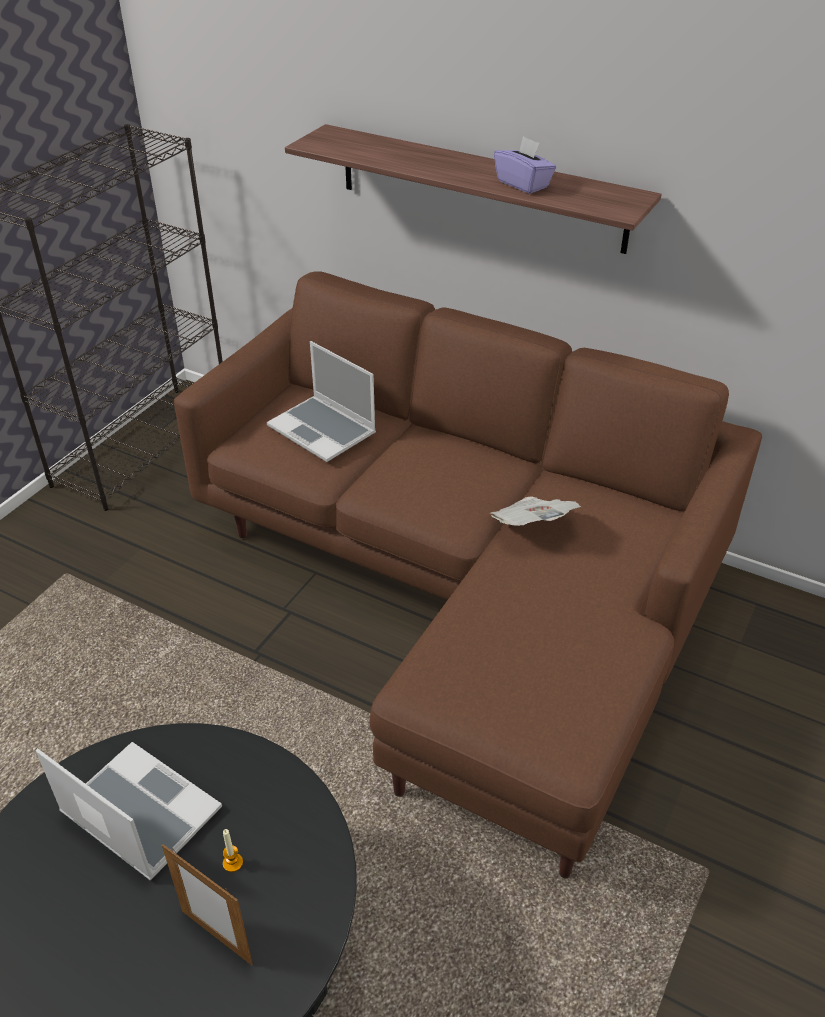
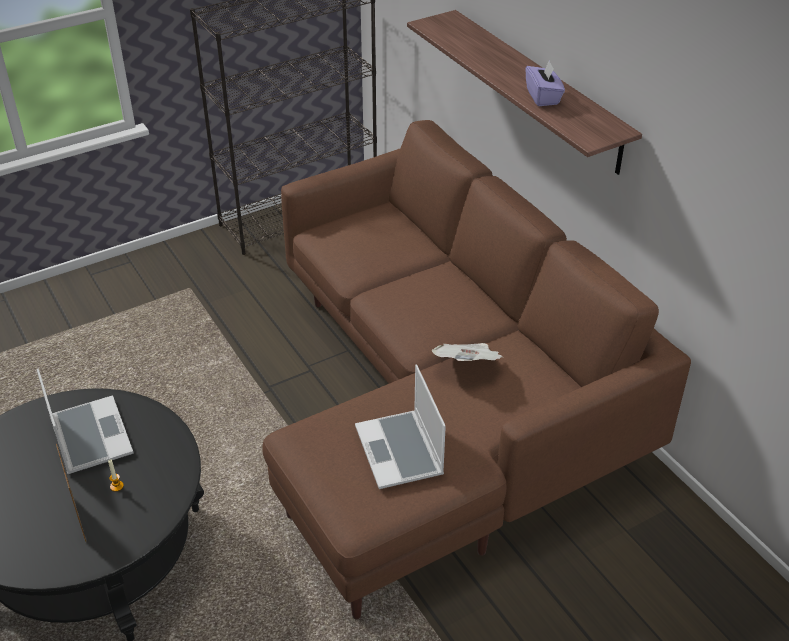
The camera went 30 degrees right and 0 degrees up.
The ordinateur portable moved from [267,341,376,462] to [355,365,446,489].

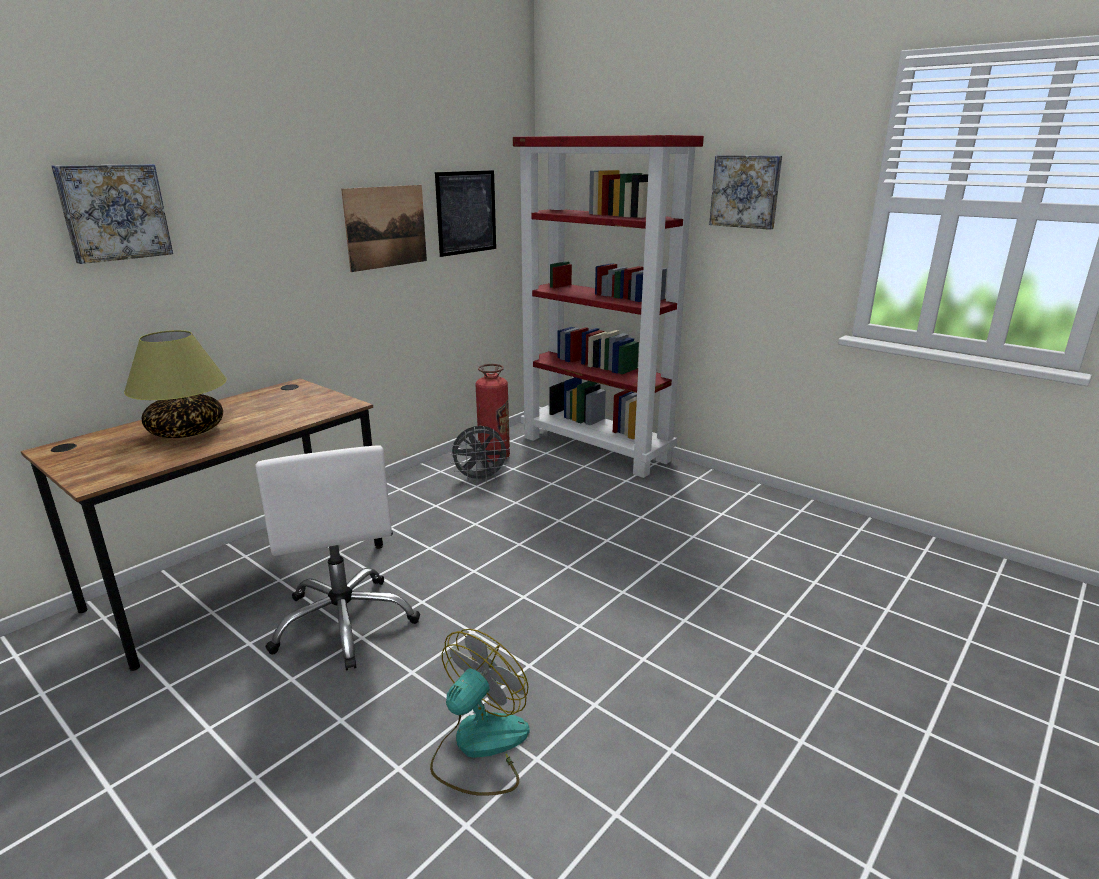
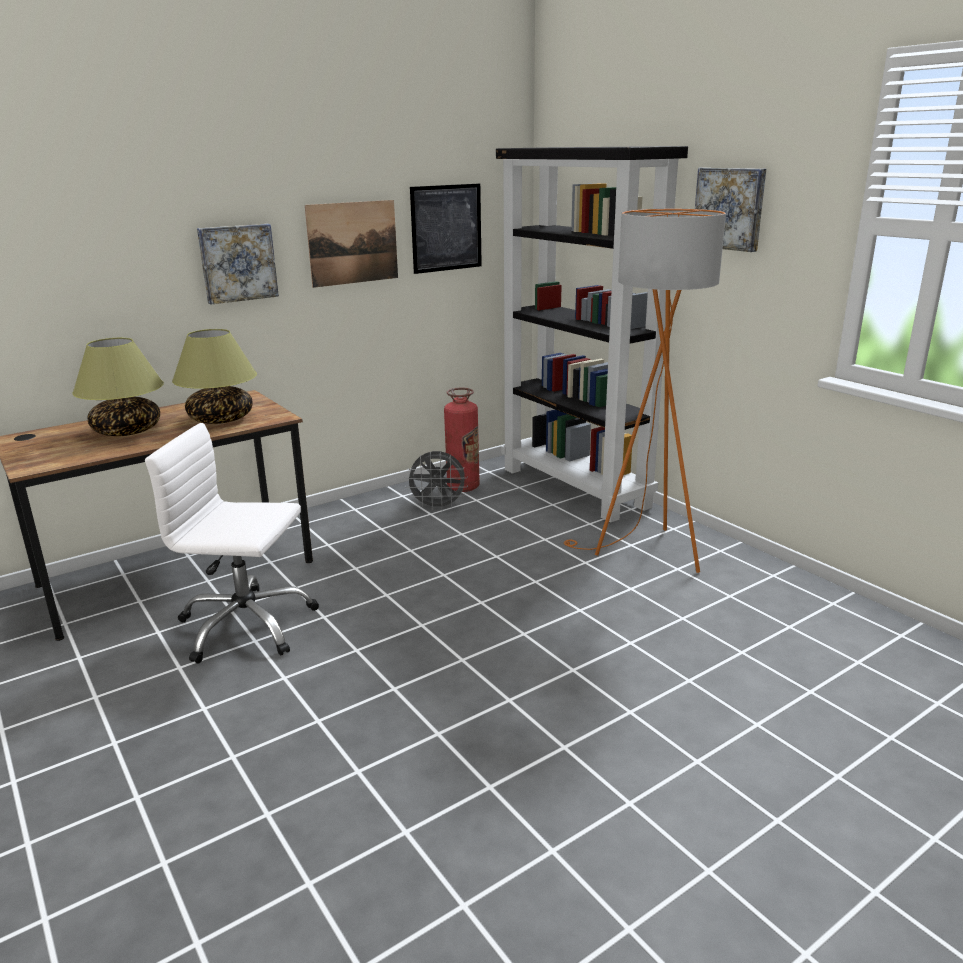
The camera went 15 degrees right and 0 degrees up.
The ventilateur at [430,629,530,796] disappeared.
The lampe de table at [172,329,257,424] appeared.
The lampadaire/orange at [564,209,726,573] appeared.
The tableau moved from [51,164,173,264] to [197,224,279,305].
The bibliothèque/rouge at [513,135,704,478] became the bibliothèque/noir at [496,146,688,523].
The chaise de bureau/blanc at [255,446,420,671] turned 105 degrees clockwise.

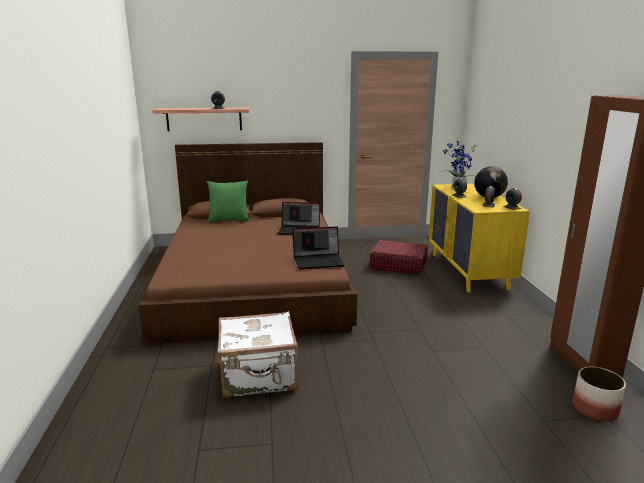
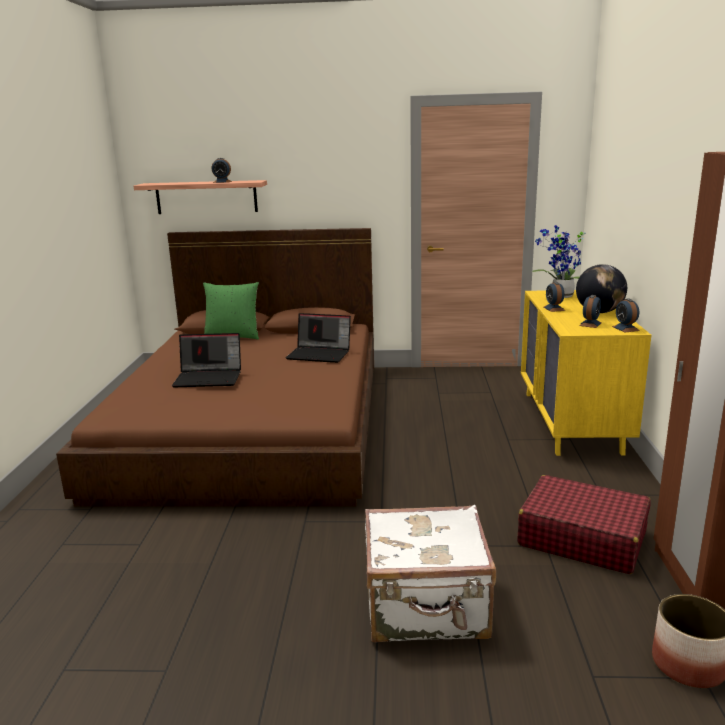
The camera went 10 degrees right and 0 degrees up.
The valise/blanc moved from [218,311,298,398] to [365,505,496,643].
The ordinateur portable moved from [293,226,345,269] to [172,333,241,387].
The valise/rouge moved from [369,240,428,275] to [517,475,651,574].

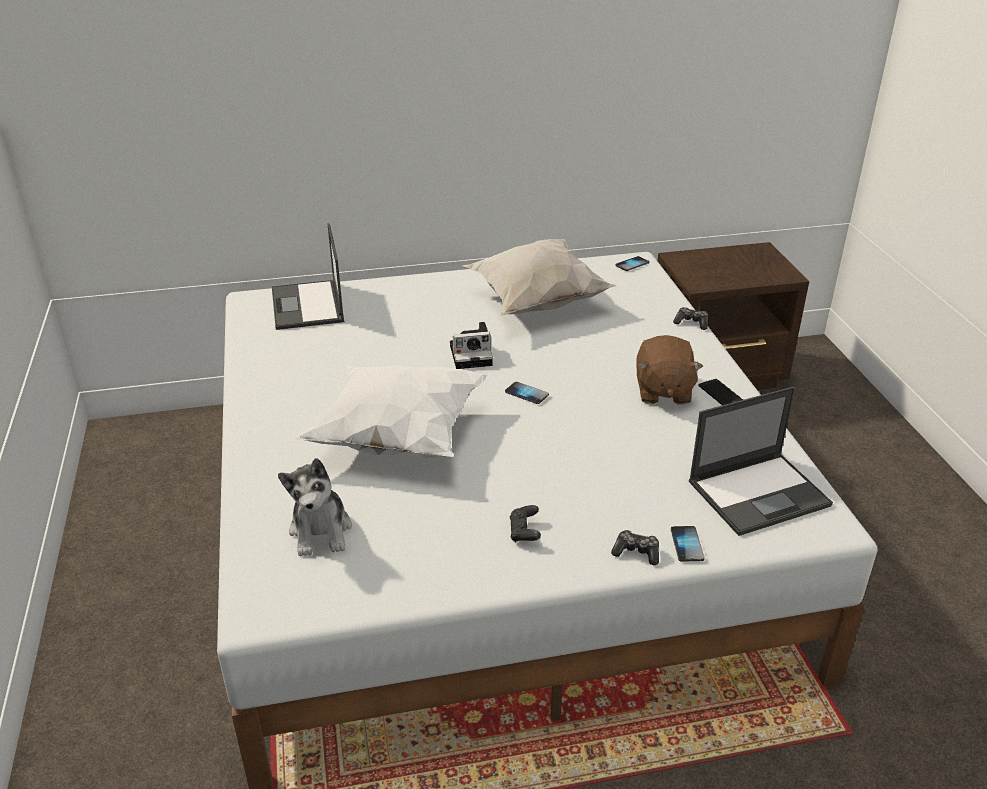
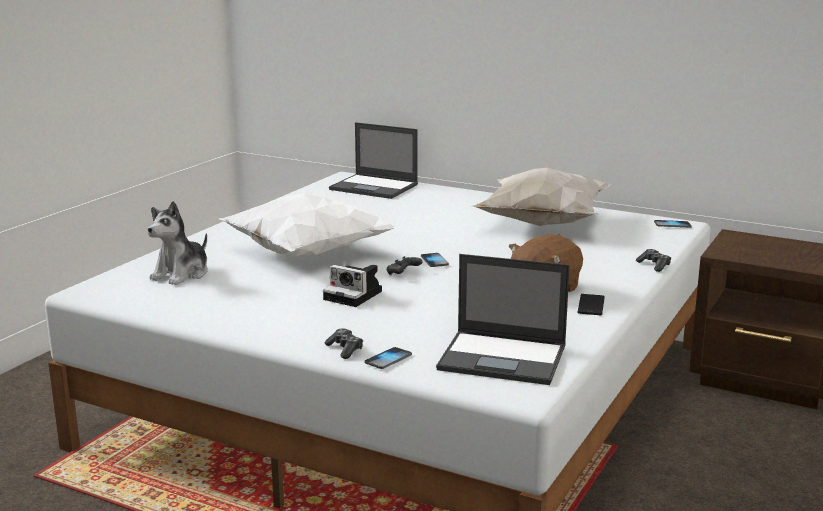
The camera went 40 degrees right and 15 degrees down.
The appareil photo moved from [450,322,493,369] to [323,265,382,307].
The manette/noir moved from [510,505,541,543] to [386,256,423,275].
The ordinateur portable at [272,223,344,330] turned 90 degrees counterclockwise.

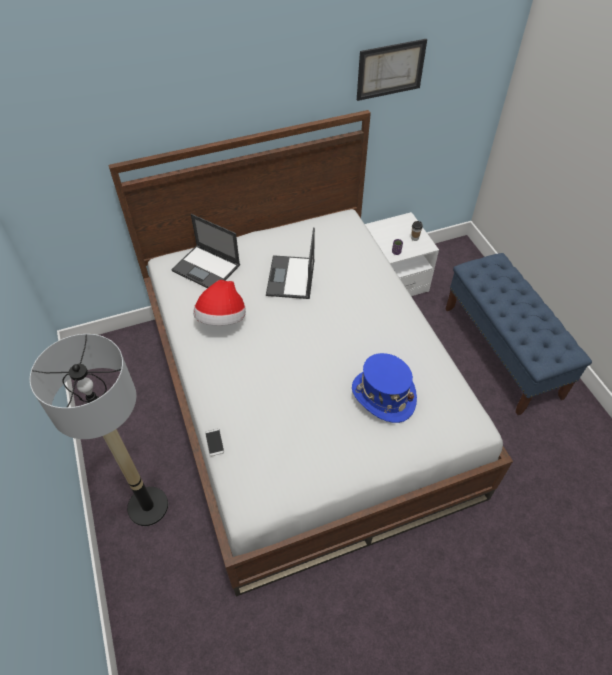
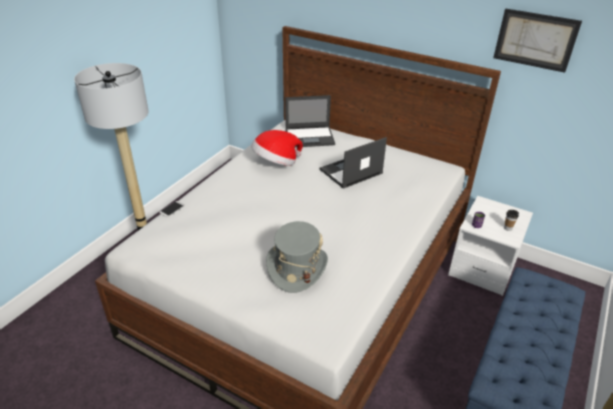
The camera went 50 degrees right and 15 degrees down.
The chapeau/bleu at [352,353,417,423] became the chapeau/gris at [266,221,328,293].
The ordinateur portable at [171,214,240,288] turned 90 degrees counterclockwise.

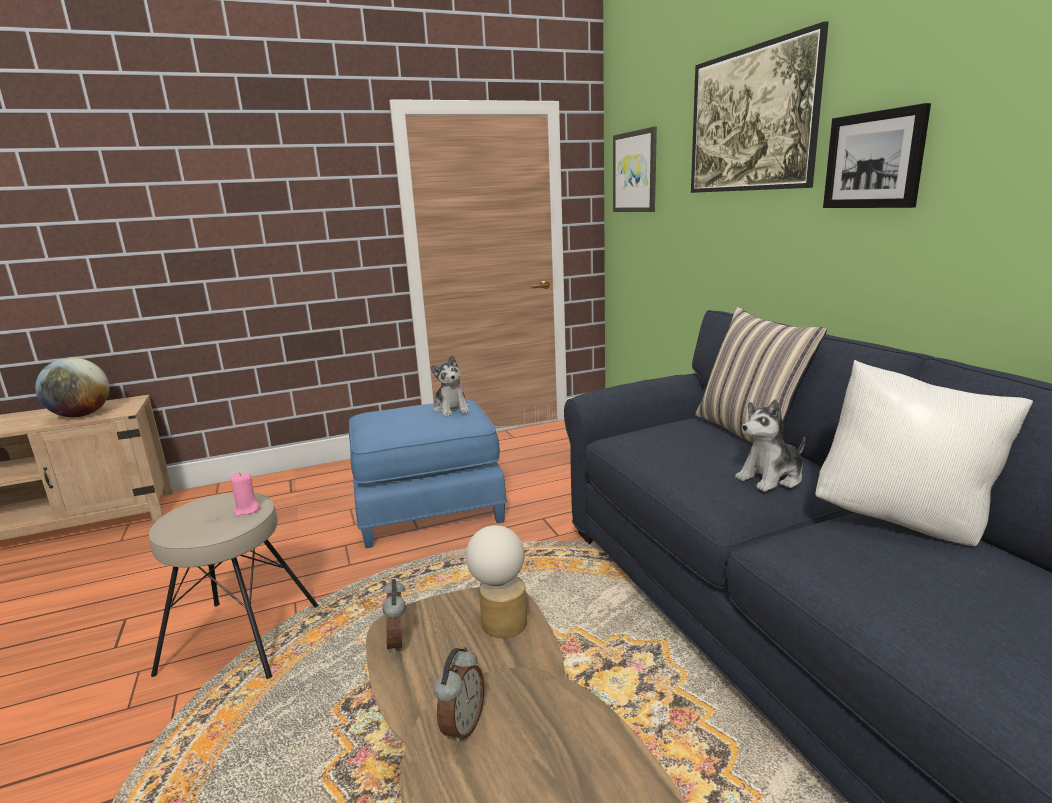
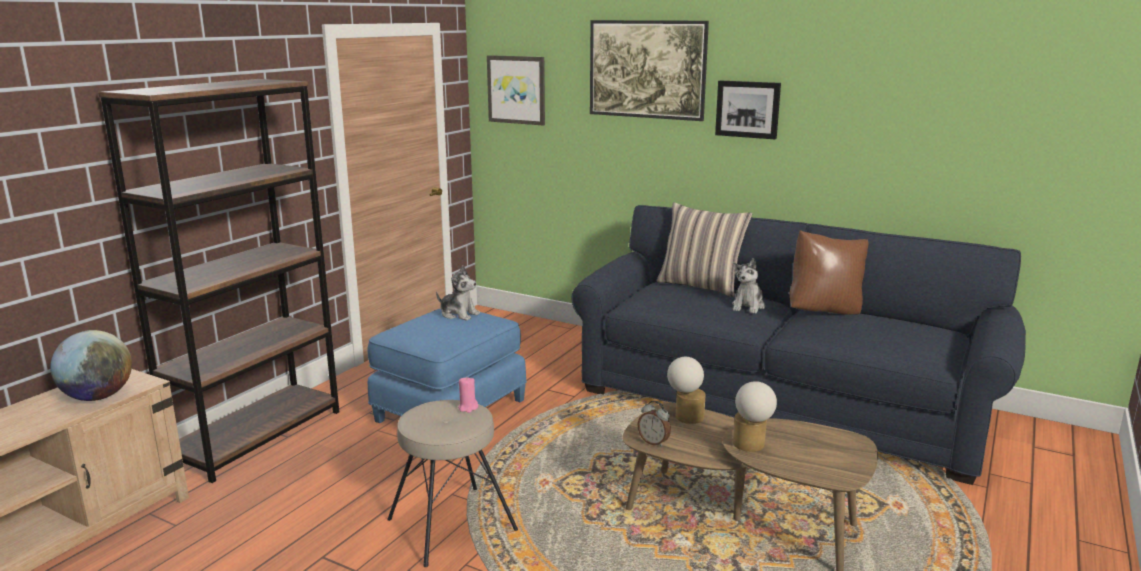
The camera went 40 degrees left and 0 degrees up.
The bibliothèque/marron at [98,79,339,483] appeared.
The réveil at [434,647,484,744] was replaced by the lampe de table at [733,381,777,452].
The coussin/blanc at [815,360,1033,546] became the coussin/marron at [790,230,868,315].

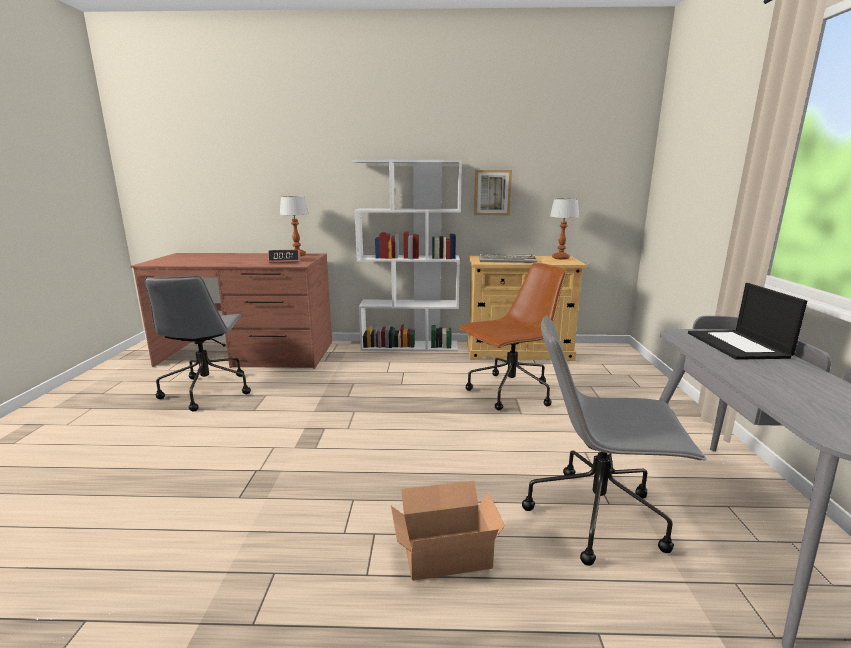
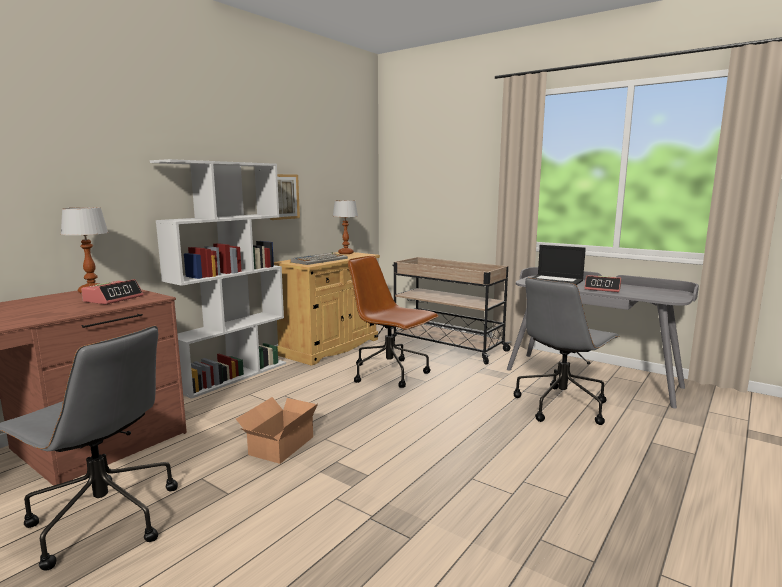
The camera went 55 degrees left and 5 degrees down.
The chariot/beige at [391,257,512,365] appeared.
The réveil at [584,275,621,292] appeared.
The carton moved from [391,481,505,581] to [236,397,318,464].
The chaise de bureau/marron at [459,262,567,410] turned 60 degrees counterclockwise.

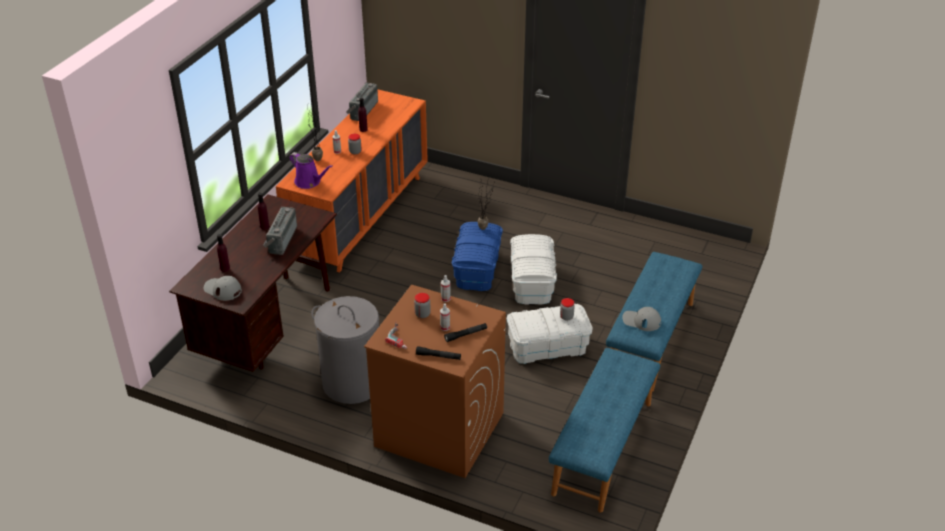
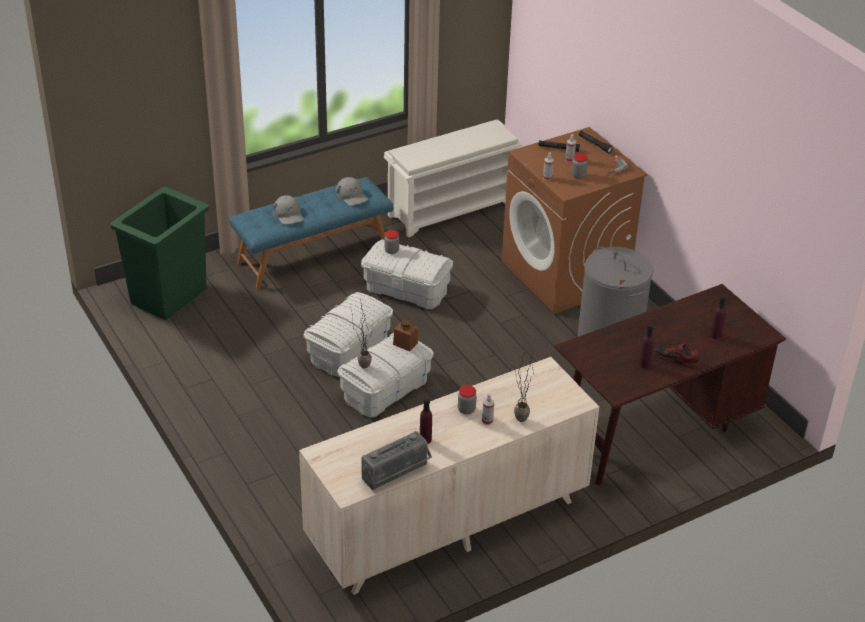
The camera went 145 degrees left and 0 degrees up.
The radio at [263,207,297,255] disappeared.
The arrosoir/violet at [289,152,333,189] disappeared.
The poubelle/vert at [110,187,209,320] appeared.
The bocal/marron at [393,319,418,352] appeared.
The chaussure at [655,343,700,369] appeared.
The casquette/gris moved from [204,276,242,301] to [273,195,304,224].
The banc/bleu at [549,348,660,512] was replaced by the étagère à chaussures/blanc at [384,119,522,237].
The commode/orange at [276,89,428,272] became the commode/beige at [299,357,599,595].
The boîte de rangement/bleu at [452,222,503,291] became the boîte de rangement/blanc at [337,333,434,418].

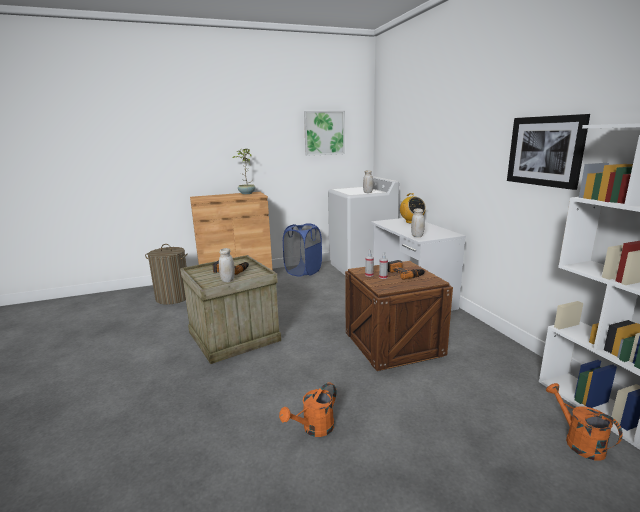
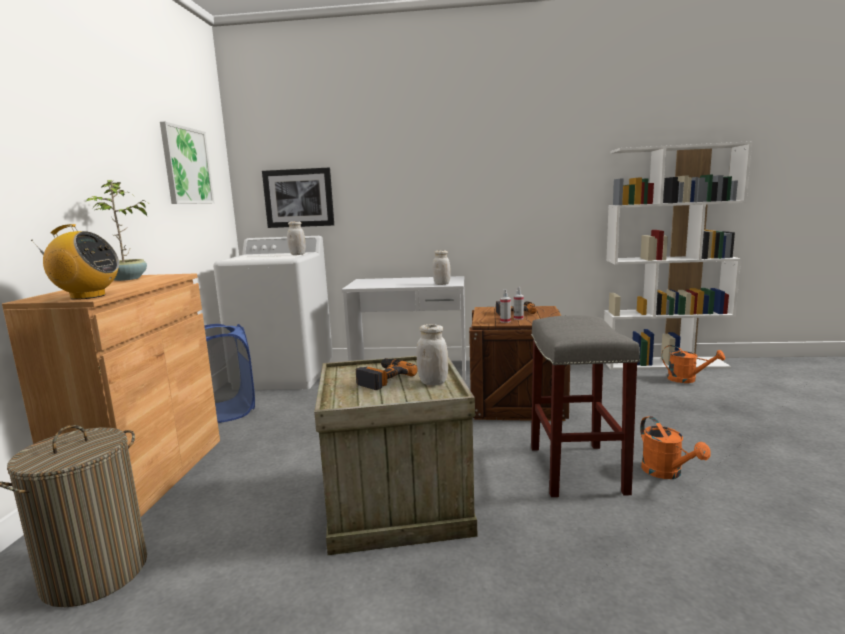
The camera went 65 degrees left and 5 degrees down.
The tabouret/gris at [531,315,640,497] appeared.
The radio moved from [400,193,426,223] to [31,224,119,300].
The tableau moved from [507,114,590,190] to [262,168,334,228].
The arrosoir/orange at [546,383,623,460] turned 150 degrees counterclockwise.

